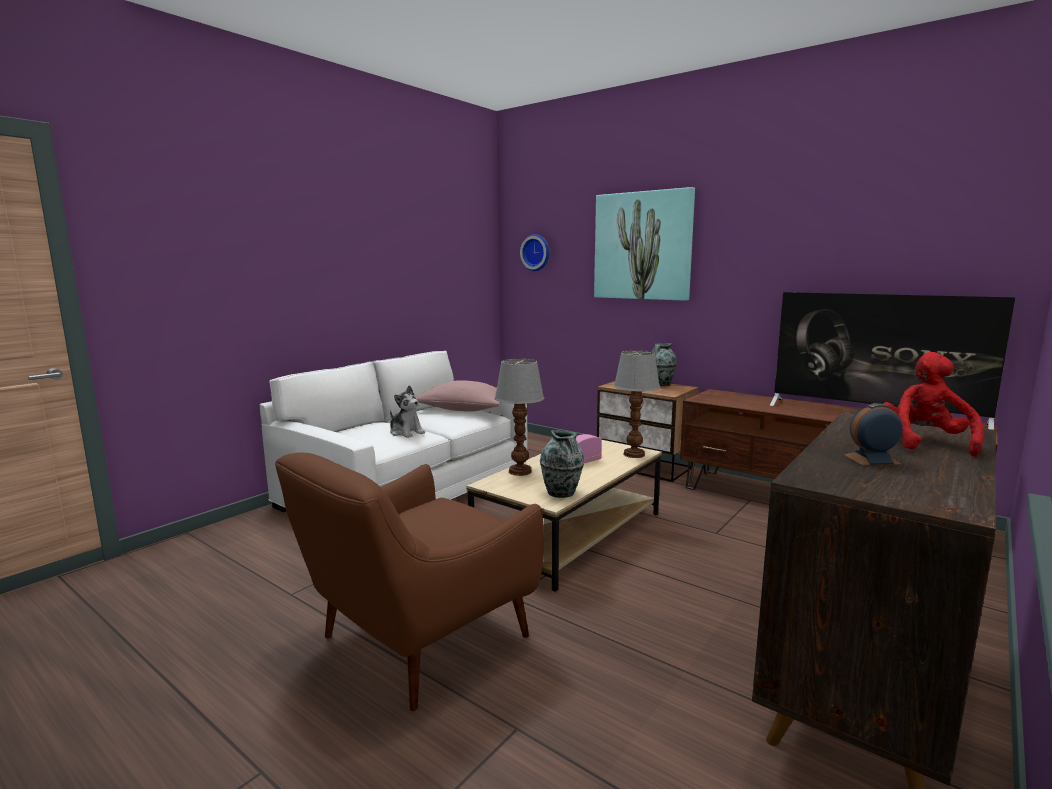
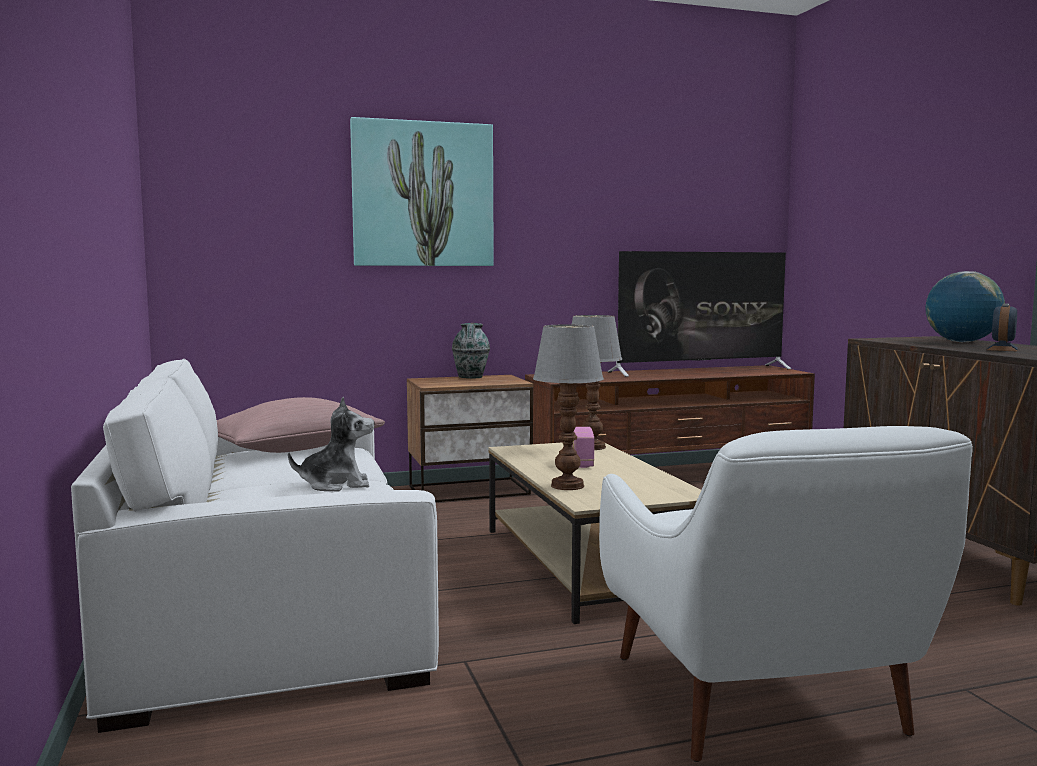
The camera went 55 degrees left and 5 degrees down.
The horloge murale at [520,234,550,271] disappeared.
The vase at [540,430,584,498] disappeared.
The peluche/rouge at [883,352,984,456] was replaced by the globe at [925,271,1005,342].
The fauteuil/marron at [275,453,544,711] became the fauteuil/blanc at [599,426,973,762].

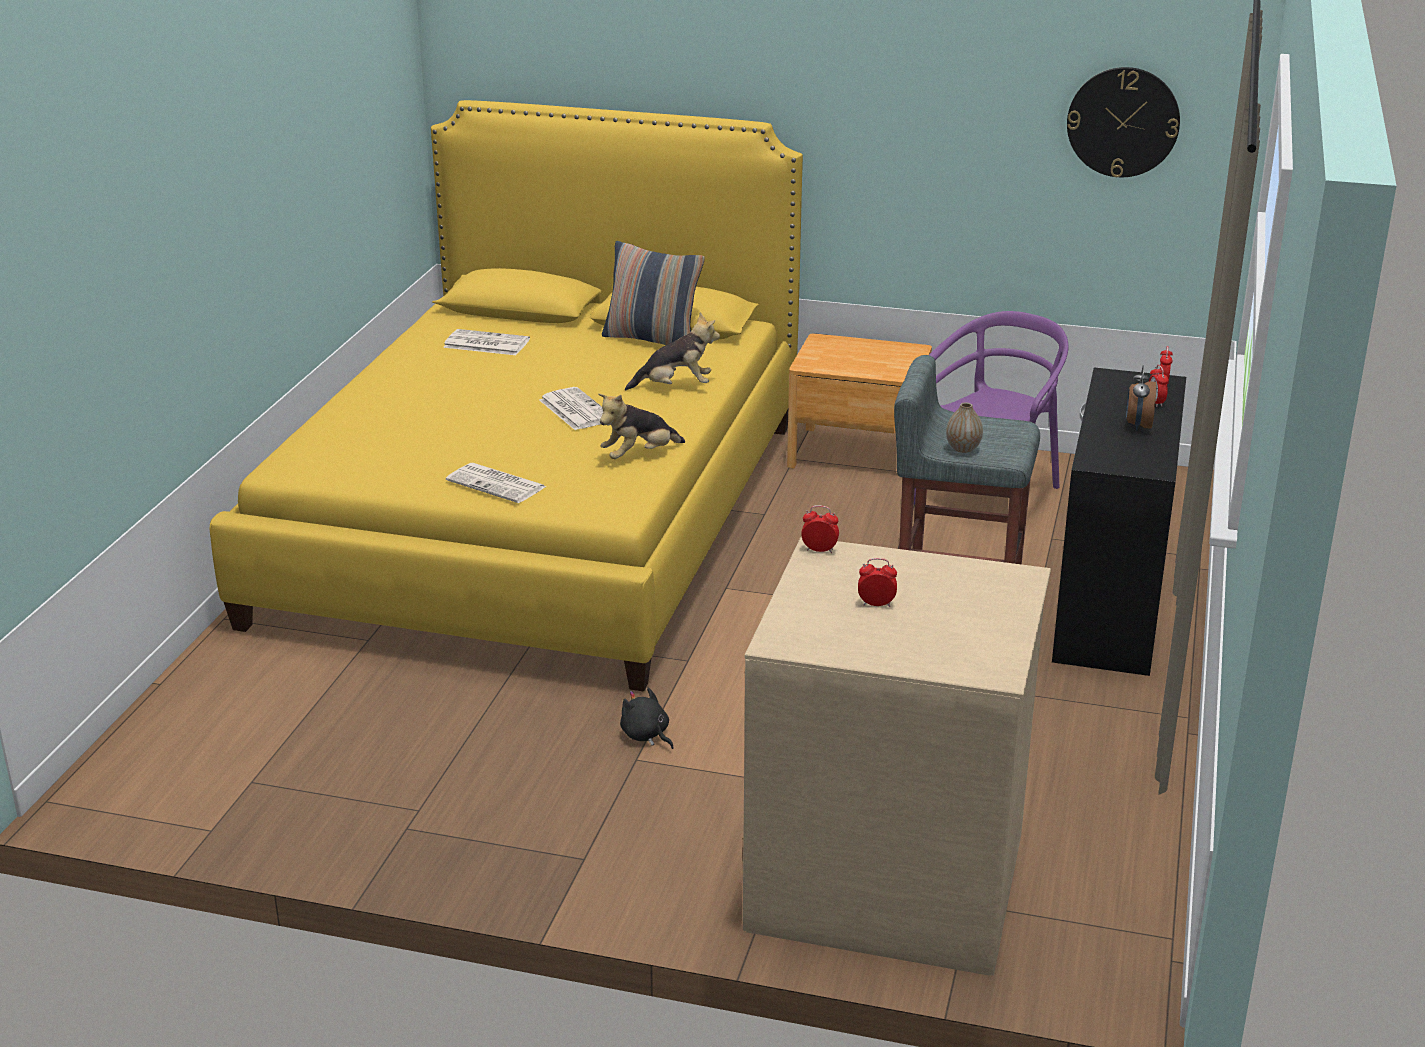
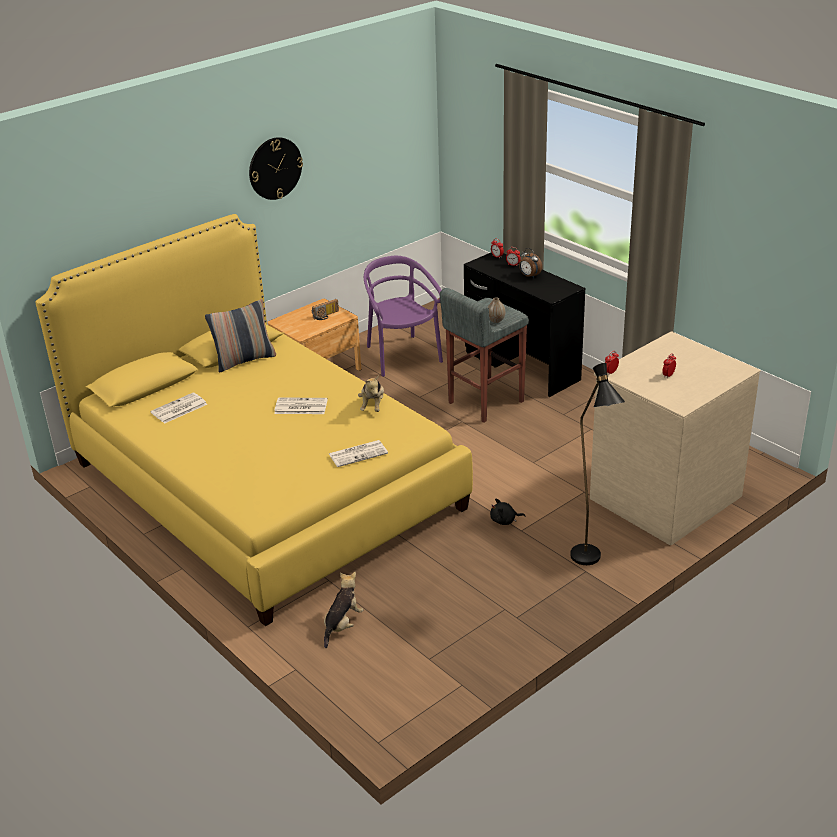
The camera went 55 degrees left and 5 degrees up.
The radio at [312,299,339,320] appeared.
The lampadaire/noir at [570,363,625,565] appeared.
The peluche moved from [625,312,720,391] to [324,572,363,648].
The horloge murale moved from [1067,67,1180,177] to [249,137,303,200].

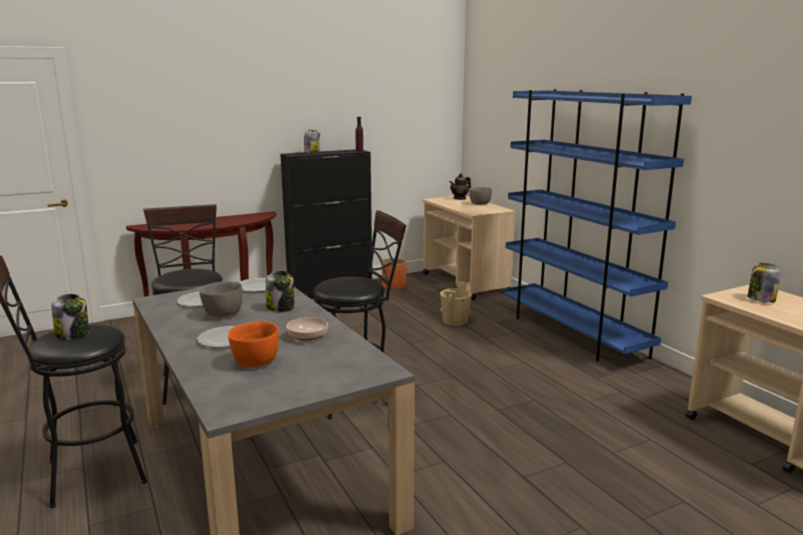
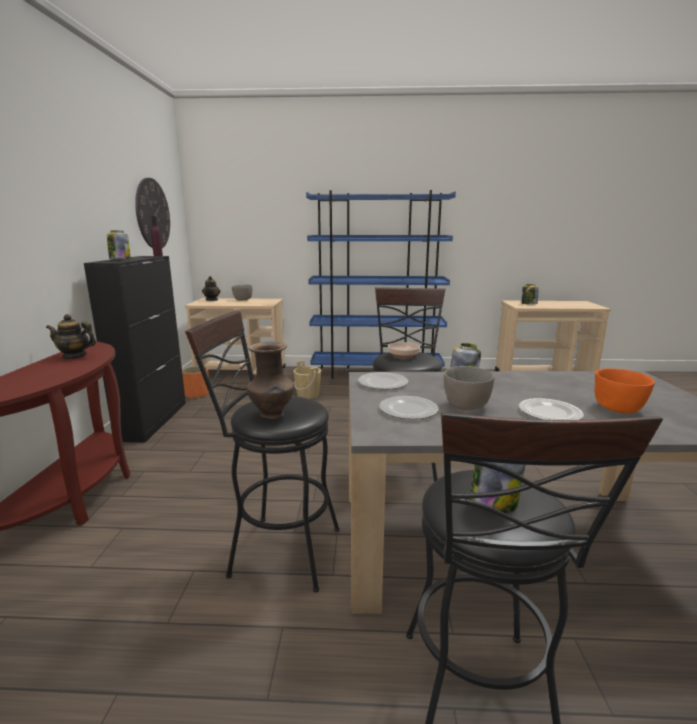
The camera went 60 degrees left and 0 degrees up.
The théière at [46,314,96,360] appeared.
The horloge murale at [135,178,170,248] appeared.
The vase/marron at [247,341,295,419] appeared.
The bol moved from [286,317,328,341] to [388,342,420,358].

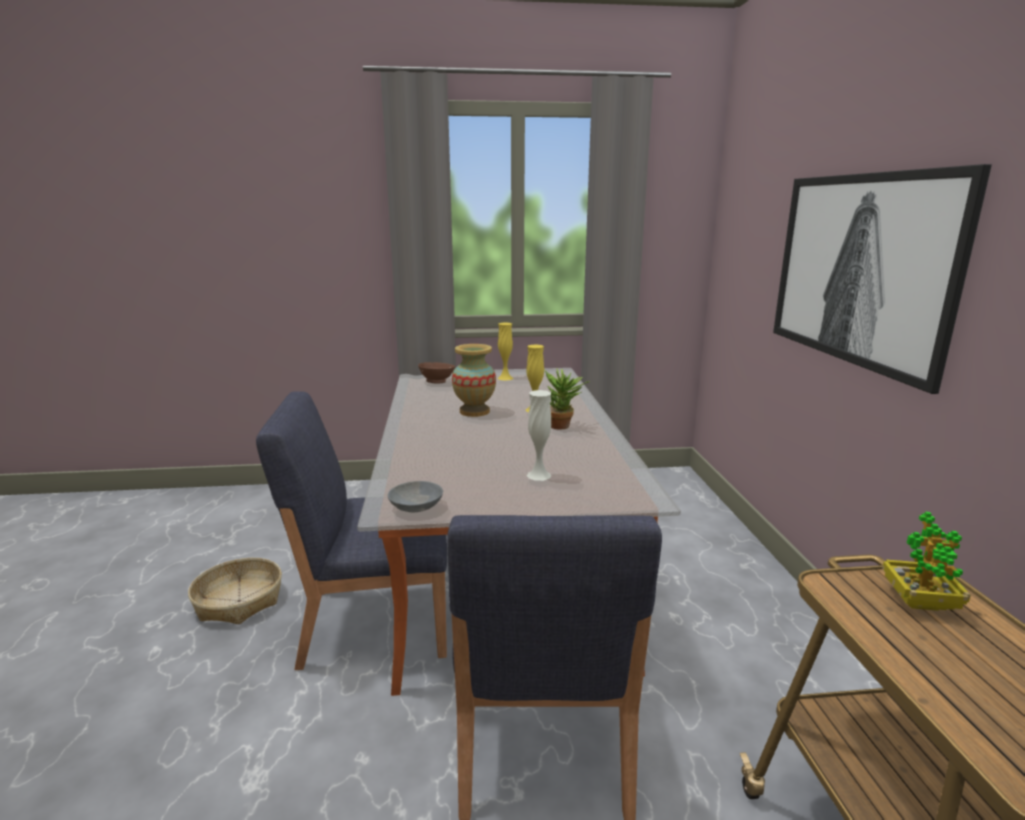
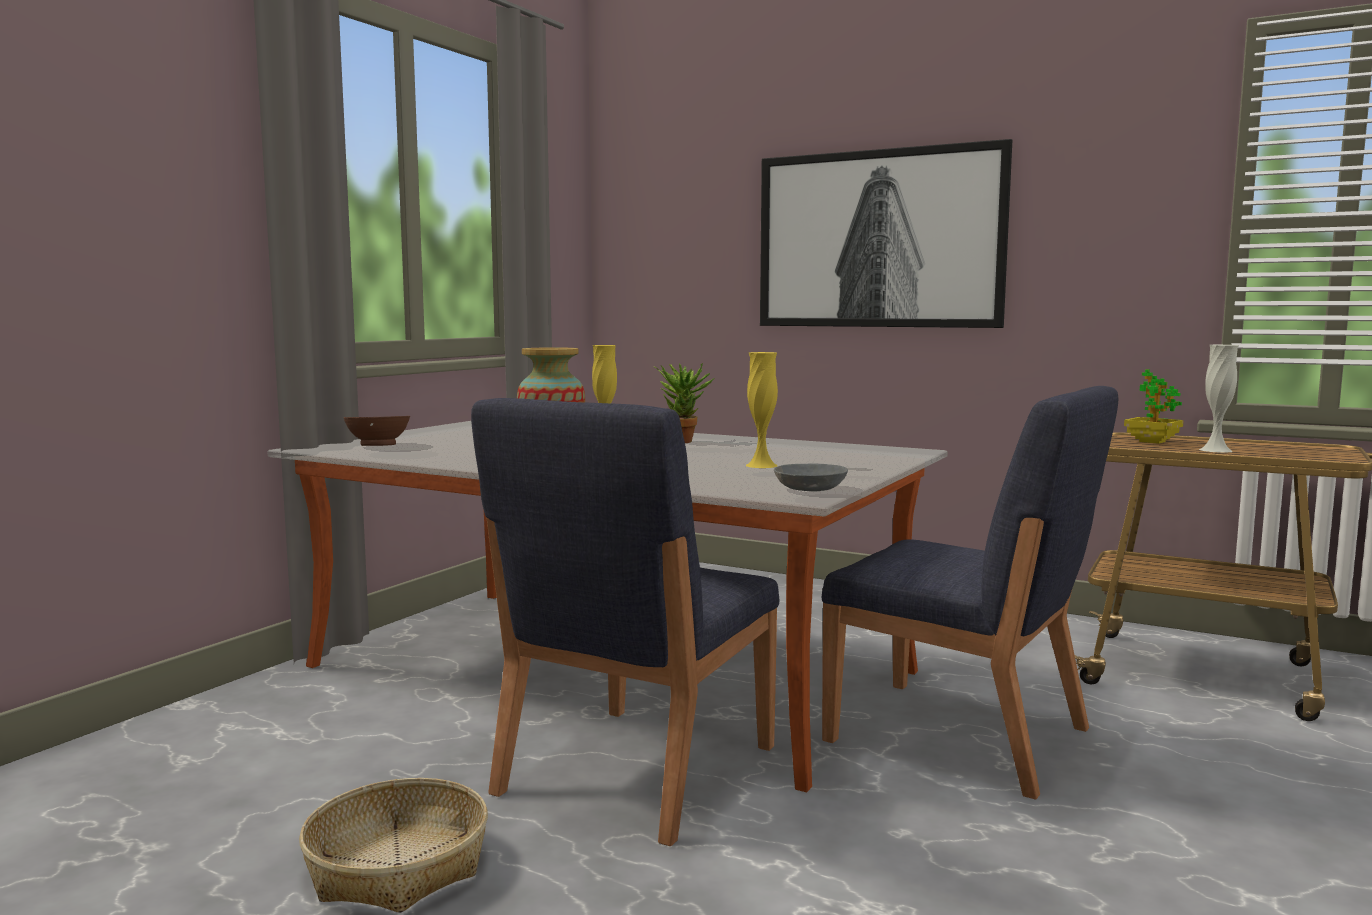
The camera went 55 degrees left and 10 degrees down.
The vase/jaune moved from [498,323,513,380] to [746,352,778,468].
The vase/blanc moved from [527,390,552,481] to [1199,345,1239,453].

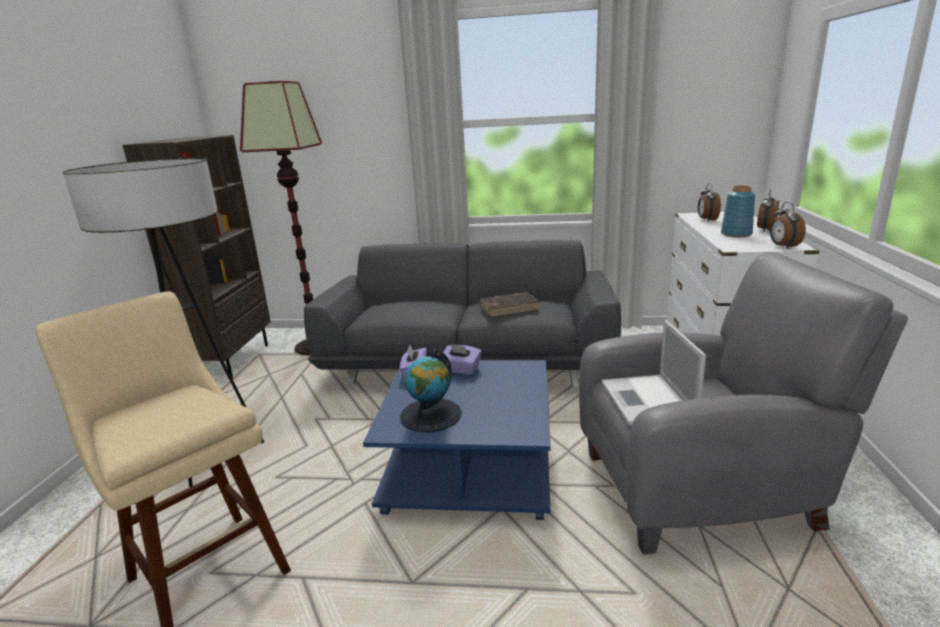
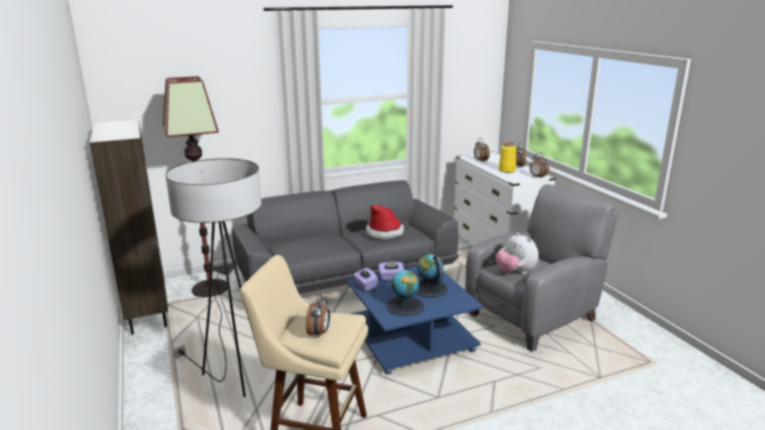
The camera went 30 degrees left and 0 degrees up.
The réveil at [306,294,330,338] appeared.
The globe at [416,254,448,298] appeared.
The livre/marron at [479,292,540,317] was replaced by the chapeau at [366,205,404,240].
The ordinateur portable at [601,320,706,425] was replaced by the peluche at [496,232,539,274].
The vase/bleu at [721,185,755,237] became the vase/jaune at [499,142,516,173].

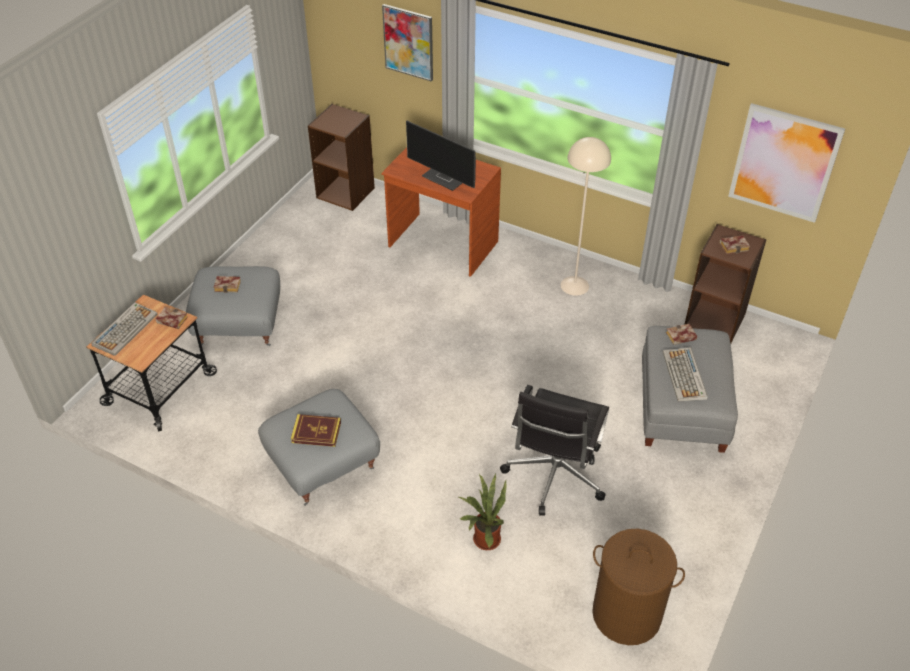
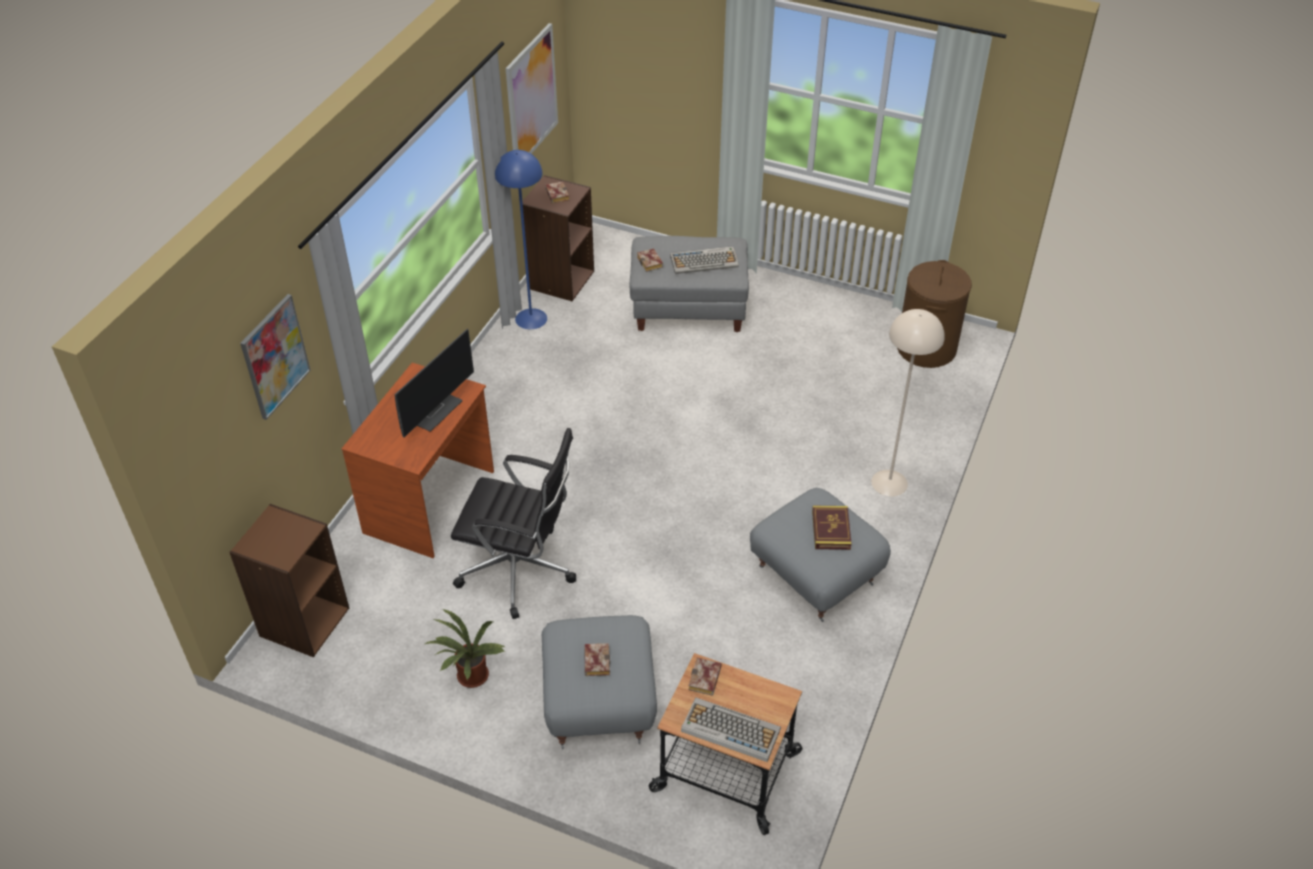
The camera went 95 degrees left and 0 degrees up.
The lampadaire/bleu at [495,150,547,329] appeared.
The plante en pot moved from [457,474,506,550] to [425,609,505,688].
The chaise de bureau/noir moved from [500,385,609,515] to [451,428,576,619].
The lampadaire/beige moved from [561,137,611,296] to [871,309,945,497].

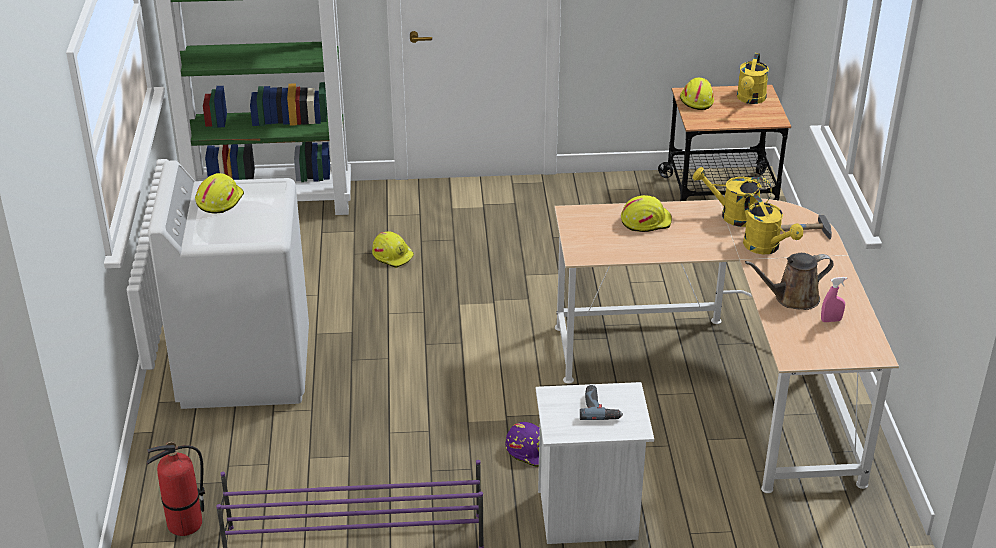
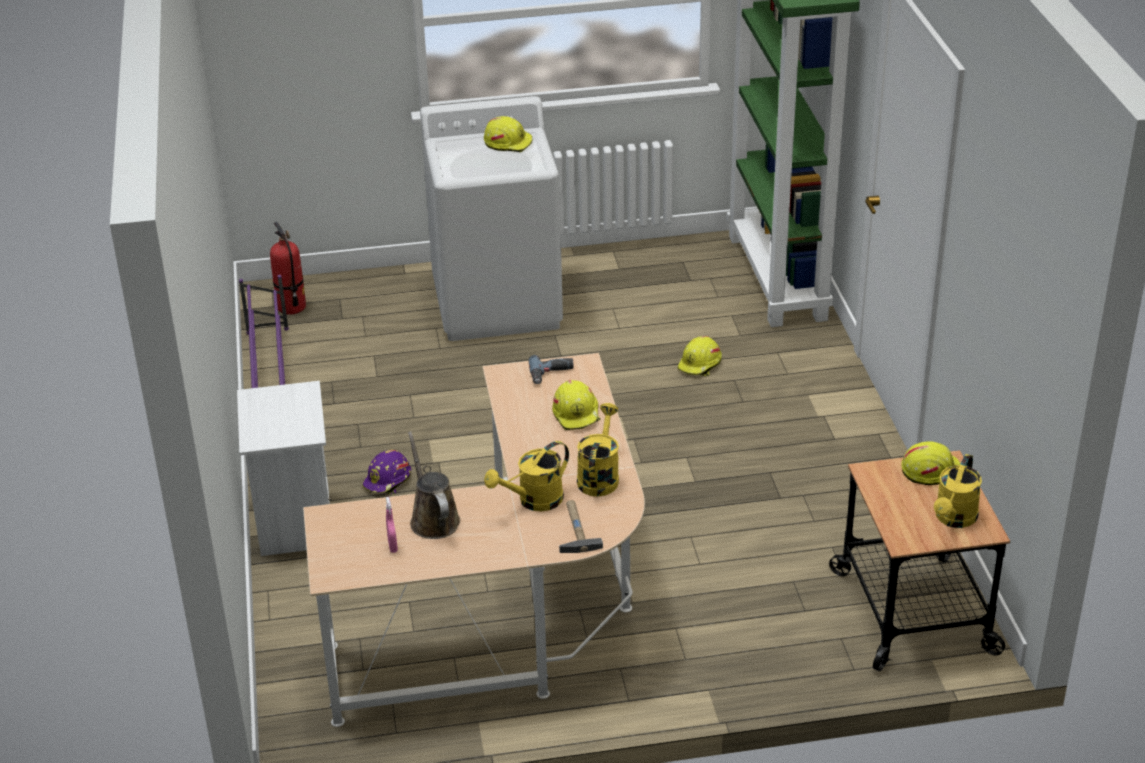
The camera went 85 degrees right and 0 degrees up.
The perceuse moved from [580,385,623,420] to [528,355,574,384].
The arrosoir/jaune at [737,53,769,104] turned 75 degrees counterclockwise.

